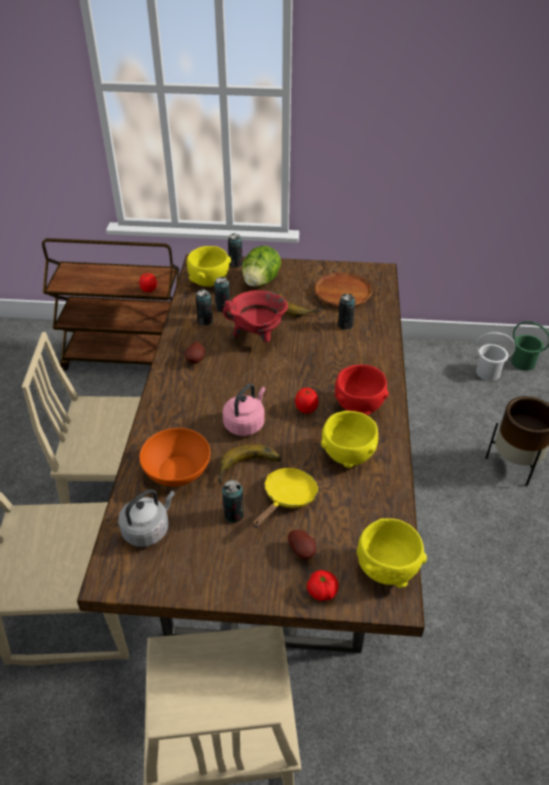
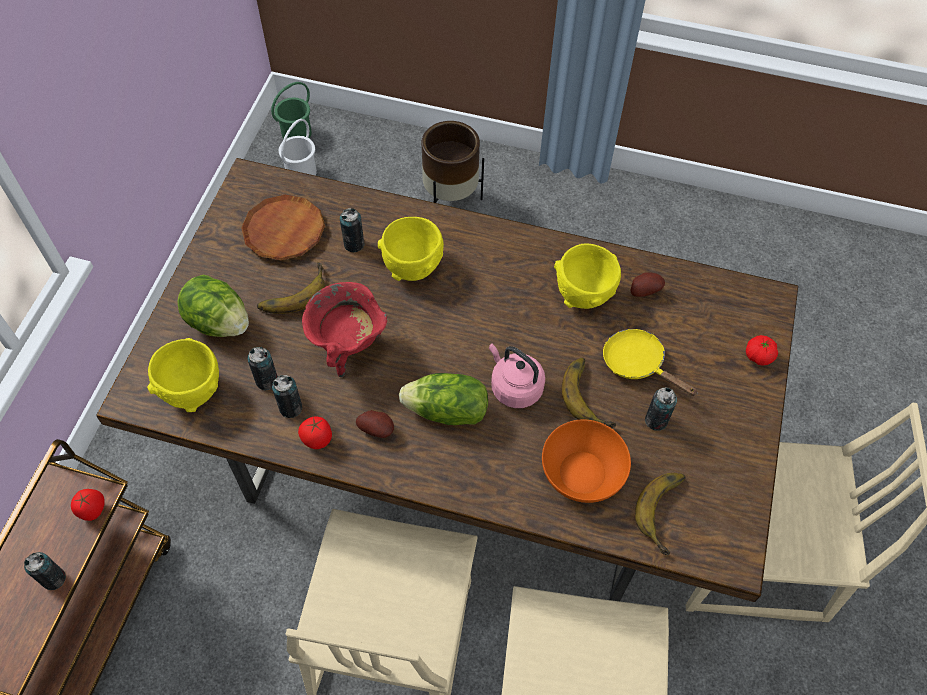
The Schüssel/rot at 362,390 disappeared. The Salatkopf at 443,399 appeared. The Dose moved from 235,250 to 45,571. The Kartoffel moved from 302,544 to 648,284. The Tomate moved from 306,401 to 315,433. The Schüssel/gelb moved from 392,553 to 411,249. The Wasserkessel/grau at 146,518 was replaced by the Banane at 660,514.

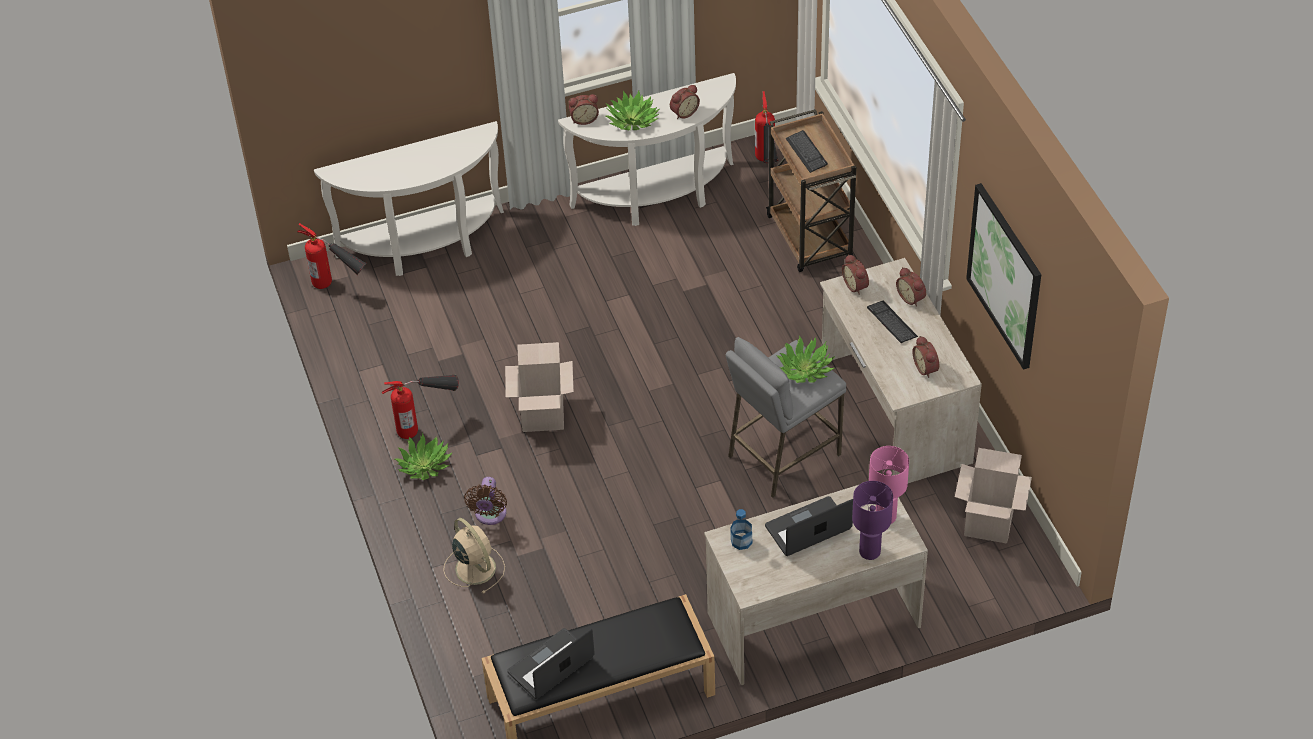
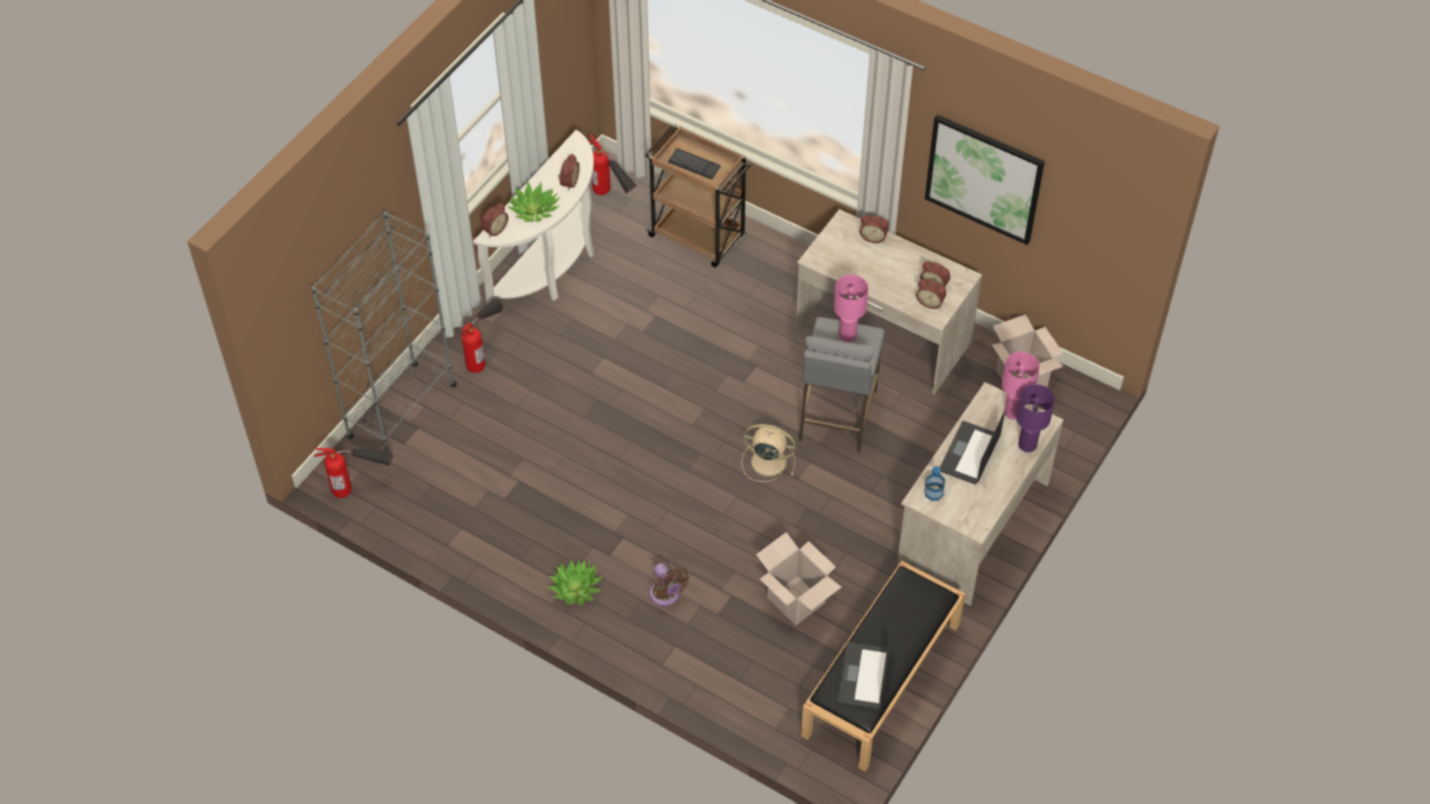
The Tastatur at 892,322 disappeared. The Feuerlöscher moved from 420,406 to 482,336. The Ventilator/beige moved from 474,556 to 769,453. The Karton moved from 539,387 to 799,579. The Wecker moved from 855,274 to 931,294. The Konsolentisch/weiß at 409,198 was replaced by the Bücherregal/grau at 384,334. The Topfpflanze at 805,359 was replaced by the Tischlampe/rosa at 851,308.

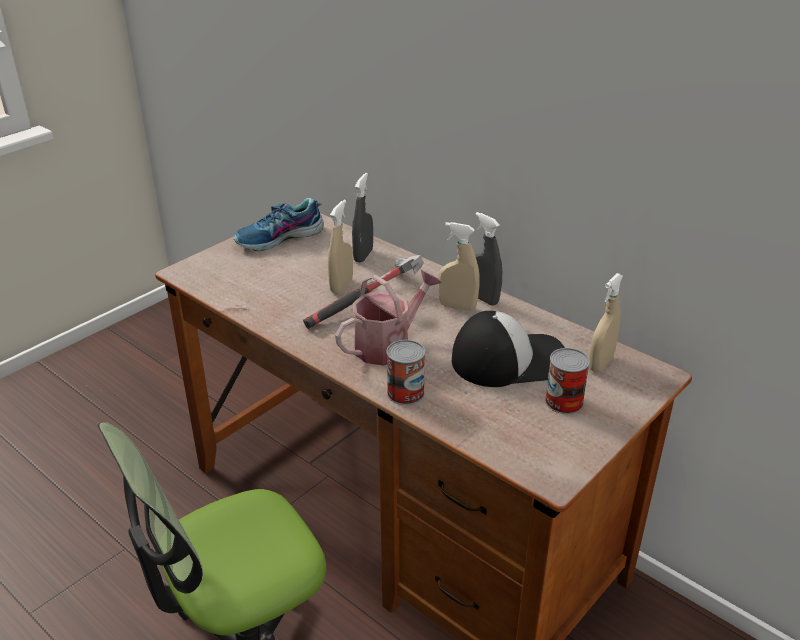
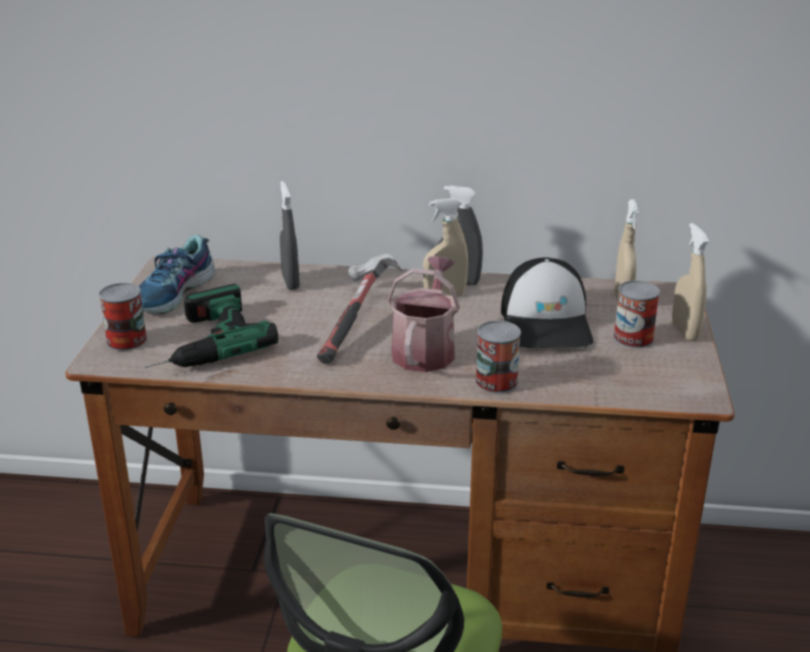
The Dose at 123,317 appeared. The Bohrmaschine at 211,325 appeared. The Sprühflasche/beige moved from 340,247 to 690,282. The Kappe at 508,349 turned 135 degrees clockwise.

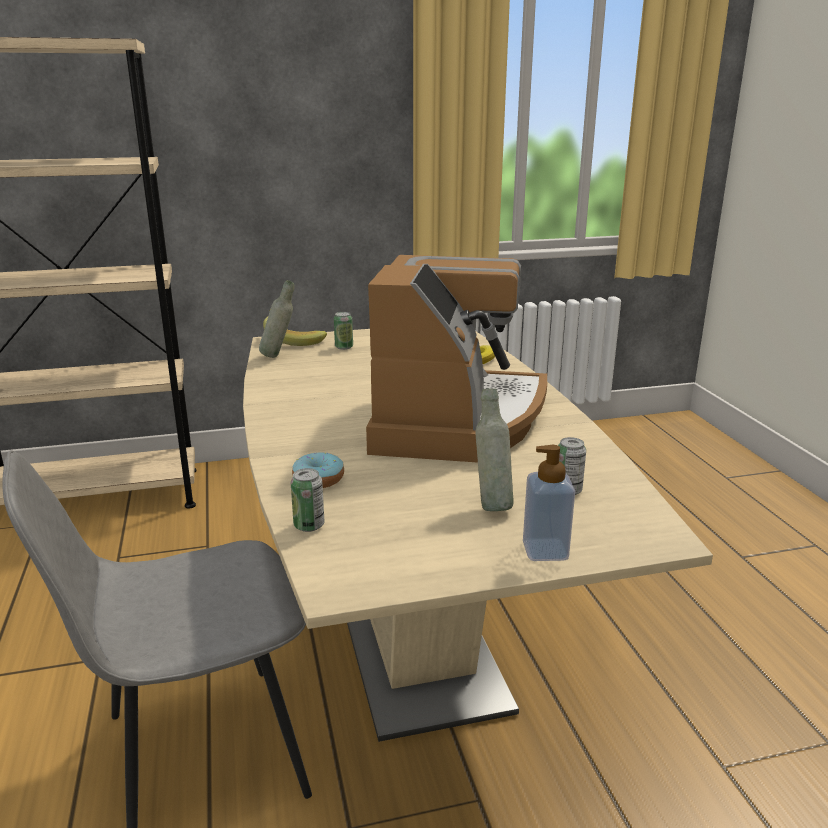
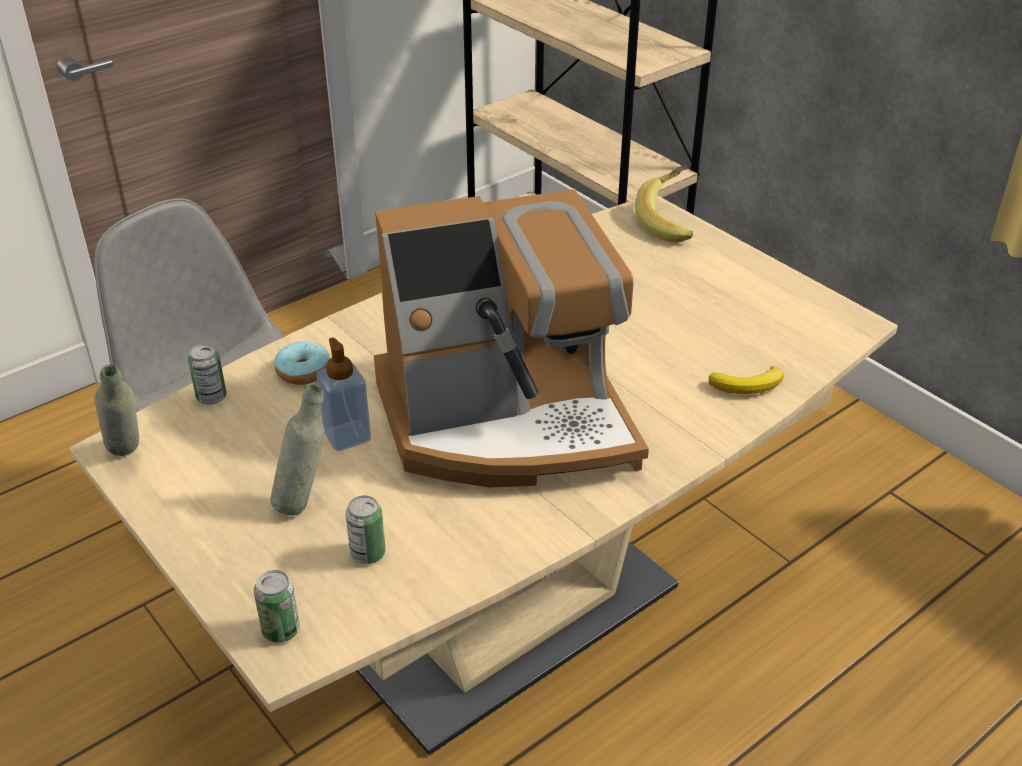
The Flasche/grau moved from 277,319 to 116,410. The Dose moved from 343,331 to 277,606. The Seifenspender moved from 549,503 to 343,394.

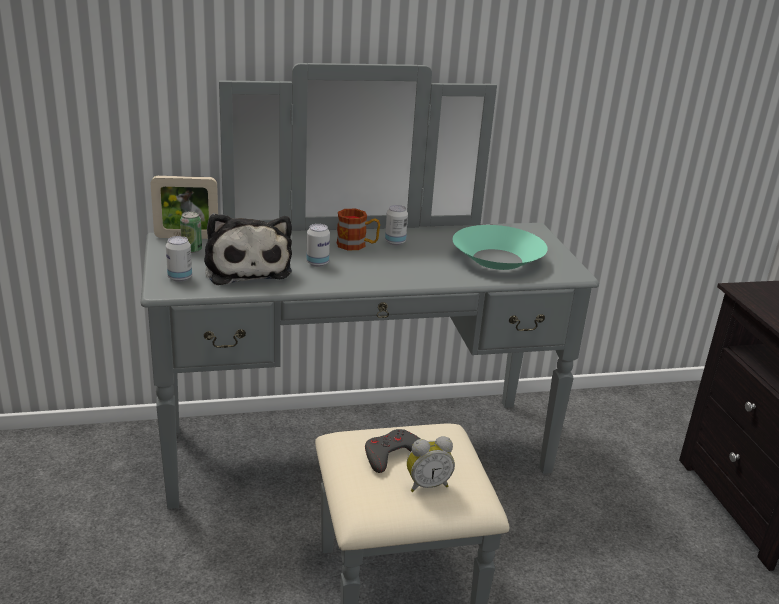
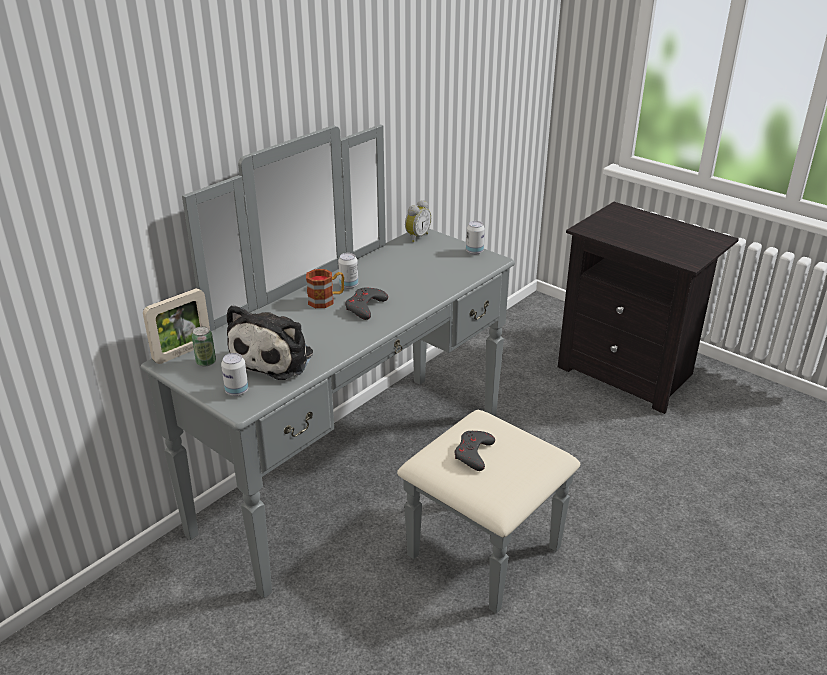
The Schüssel/türkis at 500,247 disappeared. The Gamepad/grau at 366,304 appeared. The Dose moved from 318,245 to 475,238. The Wecker moved from 431,464 to 418,221. The Plüschtier at 248,249 turned 75 degrees clockwise.

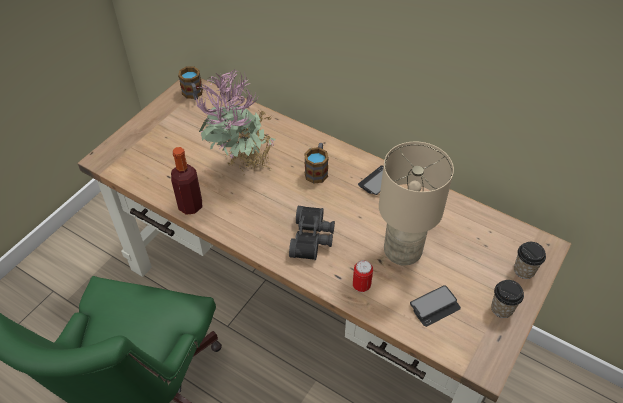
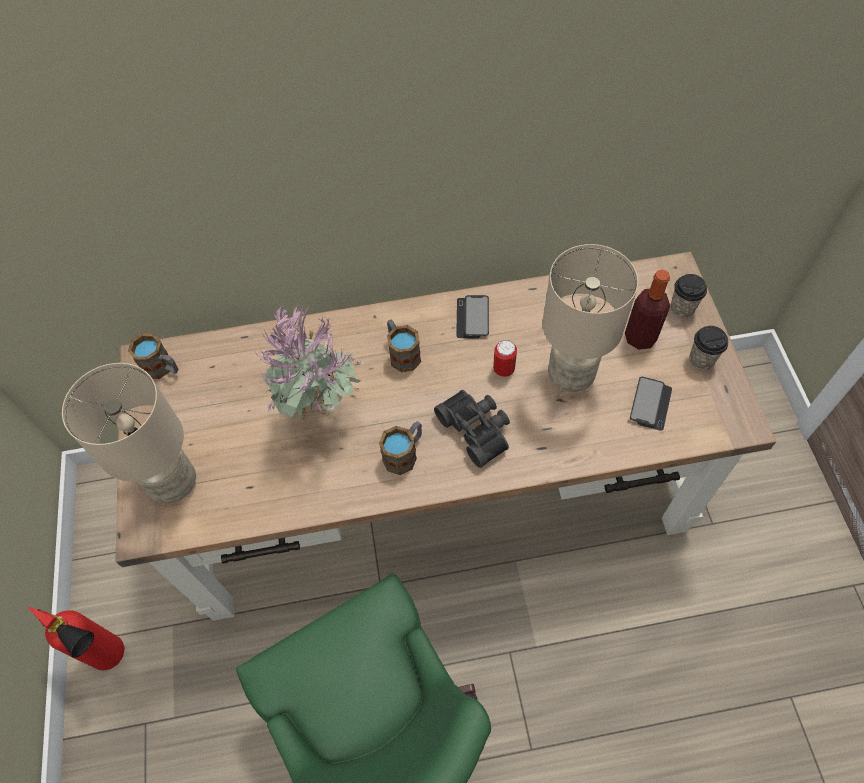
The Feuerlöscher at 76,638 appeared. The Tischlampe/beige at 129,433 appeared. The Henkelbecher at 400,448 appeared. The Flasche moved from 186,181 to 647,310. The Dose moved from 363,276 to 505,358.

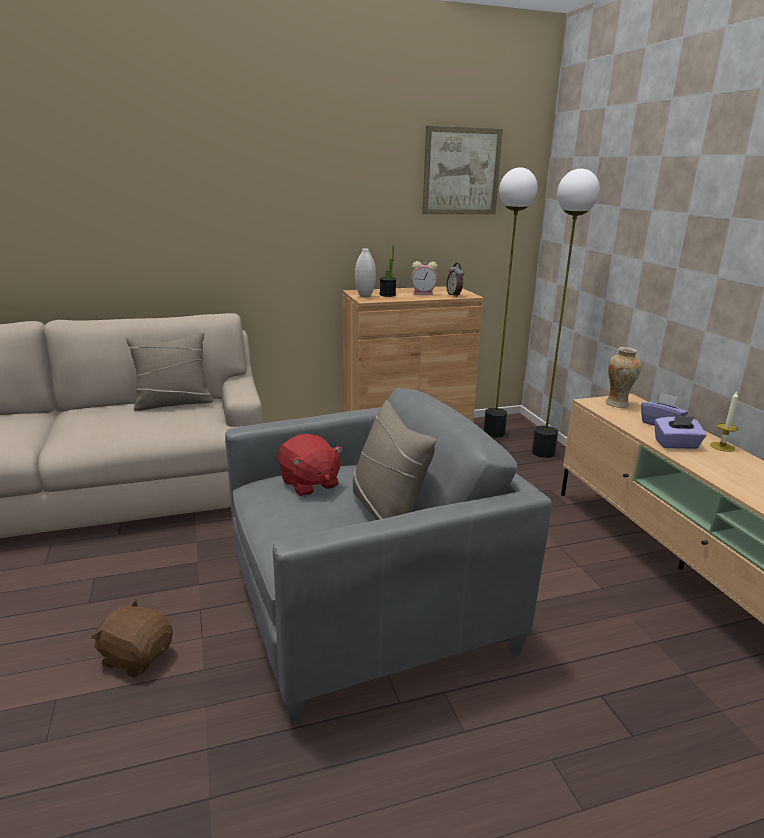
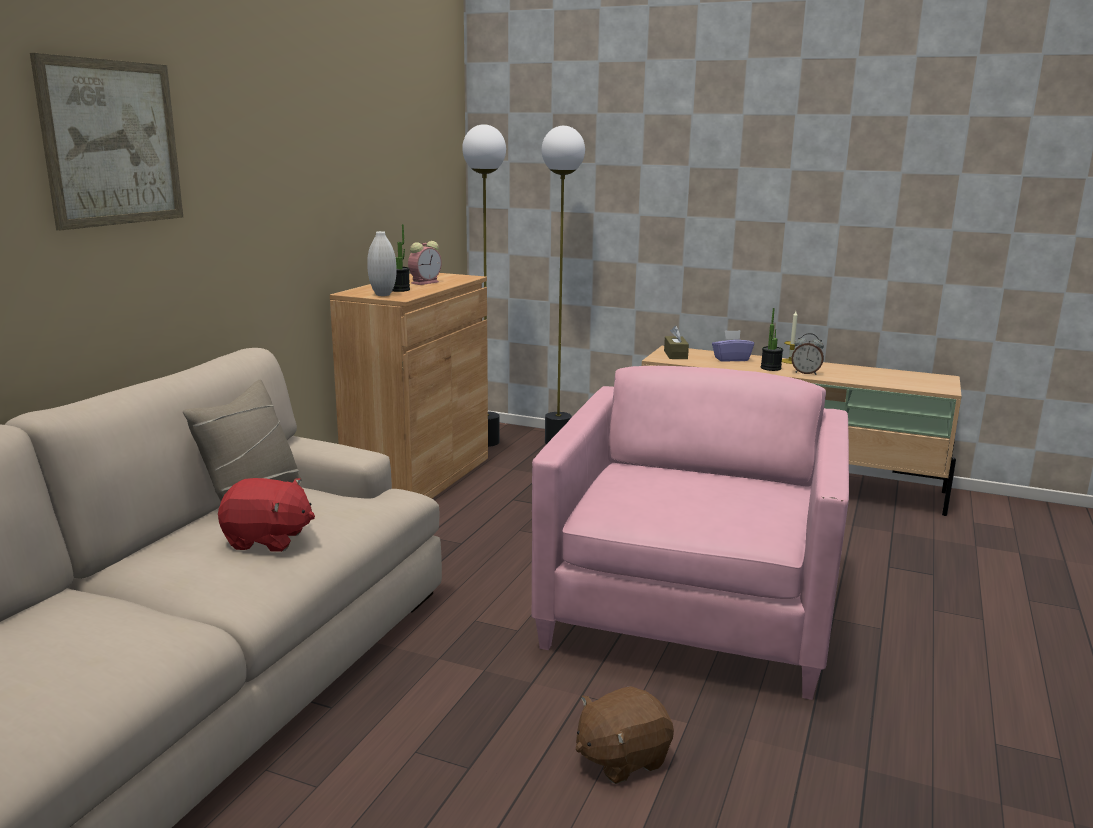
The Kissen/beige at 395,460 disappeared. The Plüschtier/rot moved from 310,465 to 266,515. The Bild moved from 462,170 to 106,141. The Wecker moved from 455,280 to 807,354. The Vase at 623,377 was replaced by the Taschentuchbox/braun at 676,342. The Taschentuchbox/lila at 680,432 was replaced by the Topfpflanze at 772,339. The Sessel/grau at 388,557 became the Sessel/rosa at 690,533.

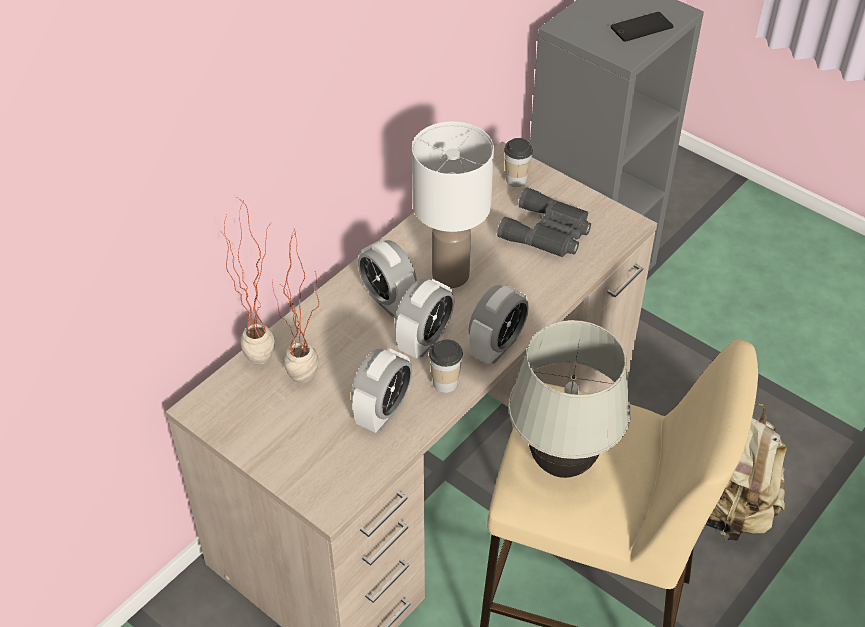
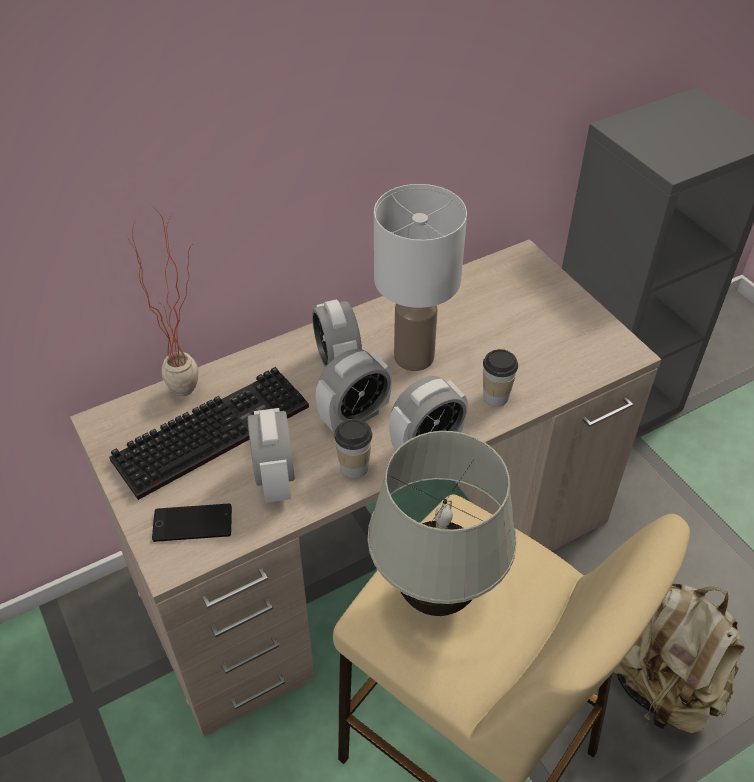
The Fernglas/grau at 544,222 disappeared. The Tasse moved from 518,162 to 500,378. The Handy moved from 642,27 to 192,523. The Topfpflanze at 295,306 was replaced by the Tastatur at 209,433. The Wecker at 381,390 turned 60 degrees counterclockwise.

